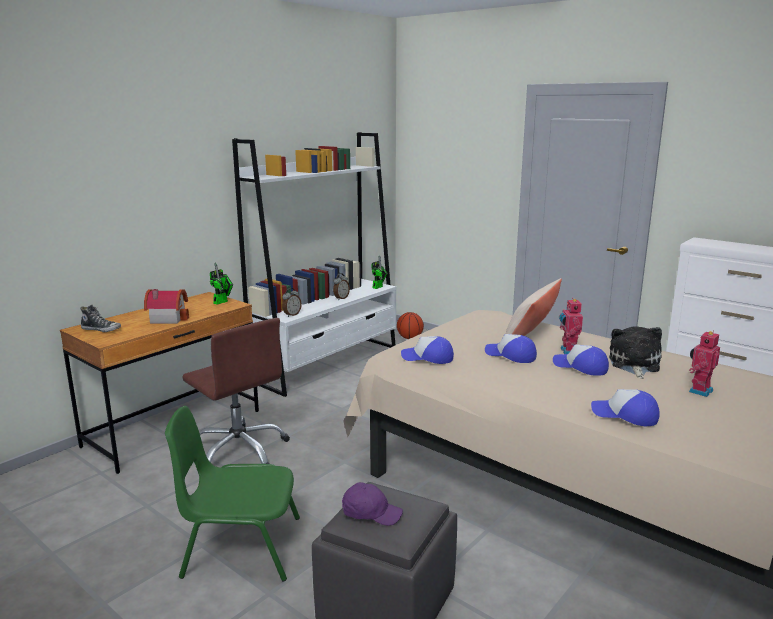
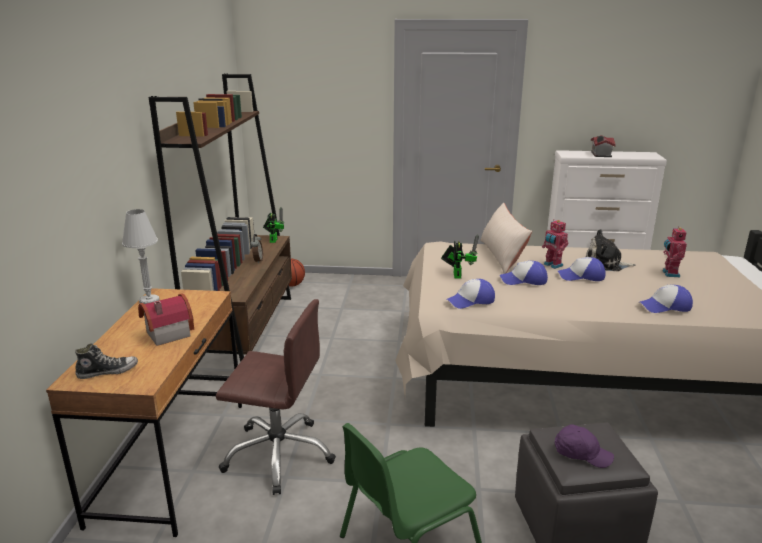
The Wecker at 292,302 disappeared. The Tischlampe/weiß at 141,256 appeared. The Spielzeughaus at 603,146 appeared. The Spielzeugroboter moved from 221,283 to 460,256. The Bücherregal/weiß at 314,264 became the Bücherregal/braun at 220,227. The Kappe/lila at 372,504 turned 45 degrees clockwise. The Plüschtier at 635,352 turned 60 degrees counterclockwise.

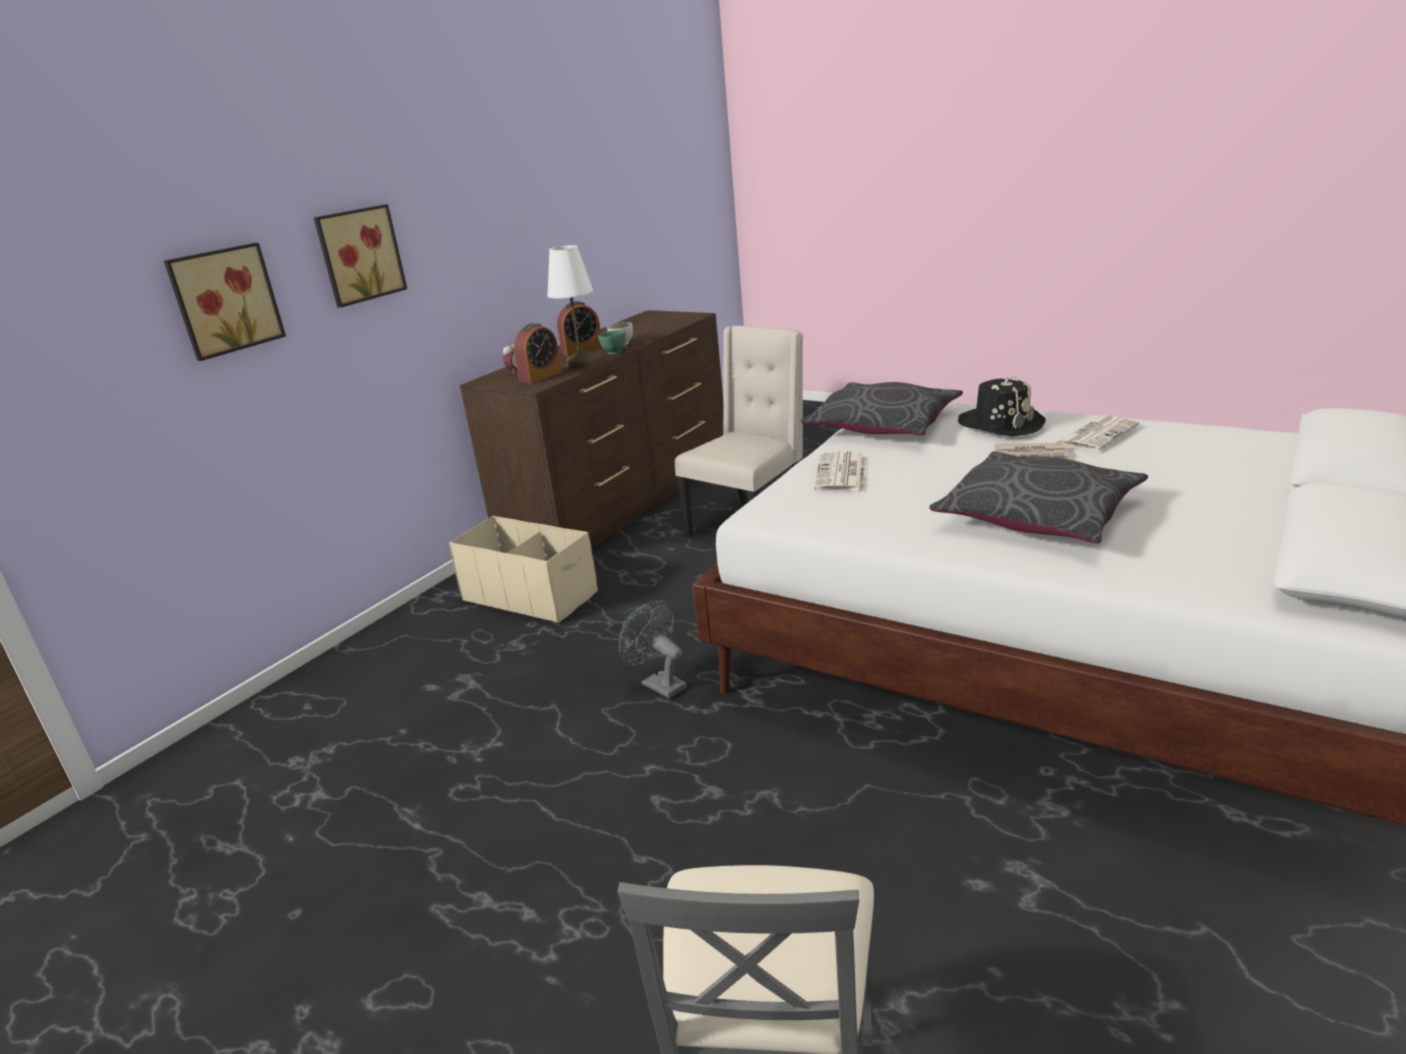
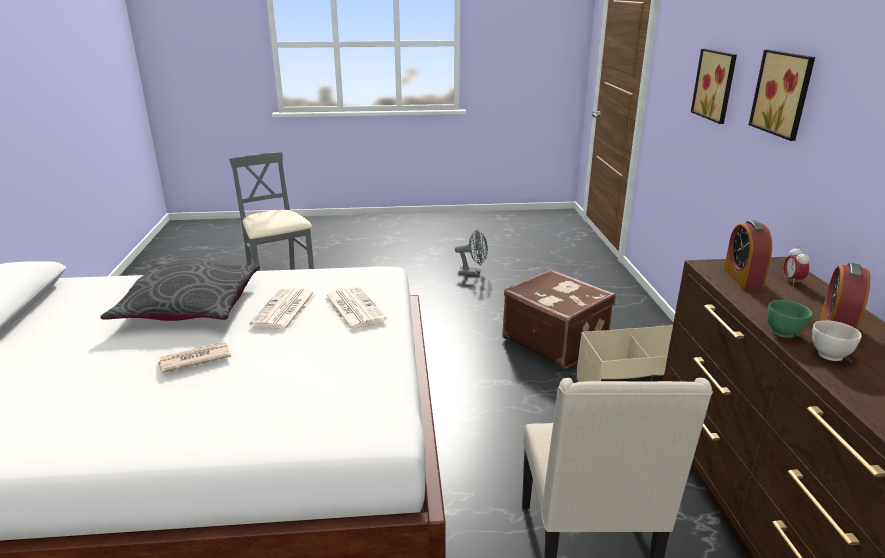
The Tischlampe/weiß at 571,306 disappeared. The Kissen/grau at 882,408 disappeared. The Hut/schwarz at 1002,406 disappeared. The Koffer/braun at 559,319 appeared. The Ventilator/grau moved from 653,649 to 471,252. The Zeitung moved from 1097,433 to 283,309.

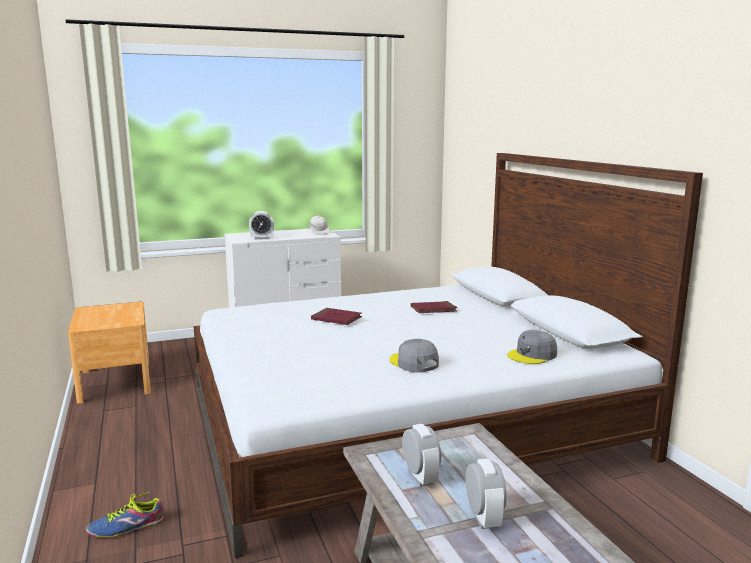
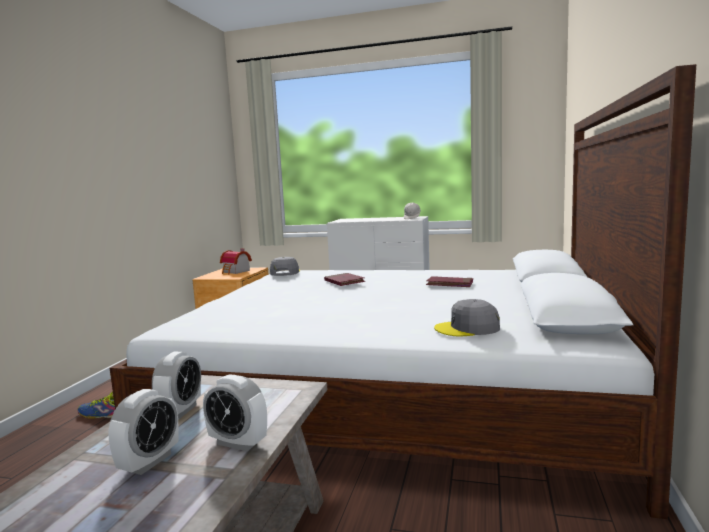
The Spielzeughaus at 236,261 appeared. The Wecker moved from 261,225 to 235,412. The Kappe/grau moved from 414,355 to 285,266.

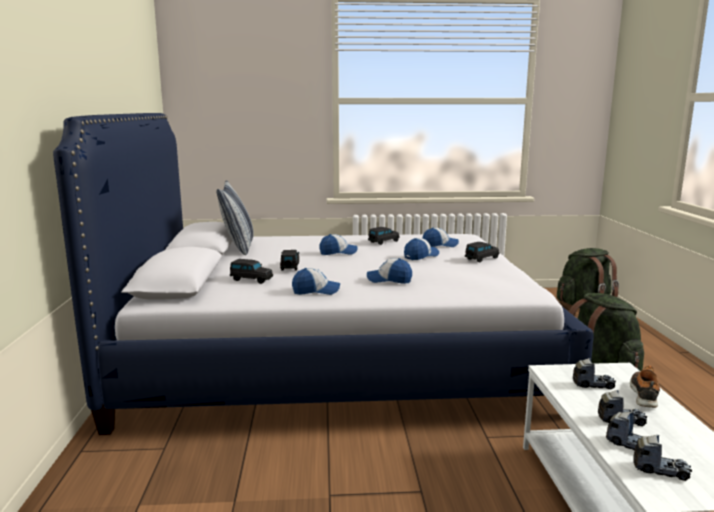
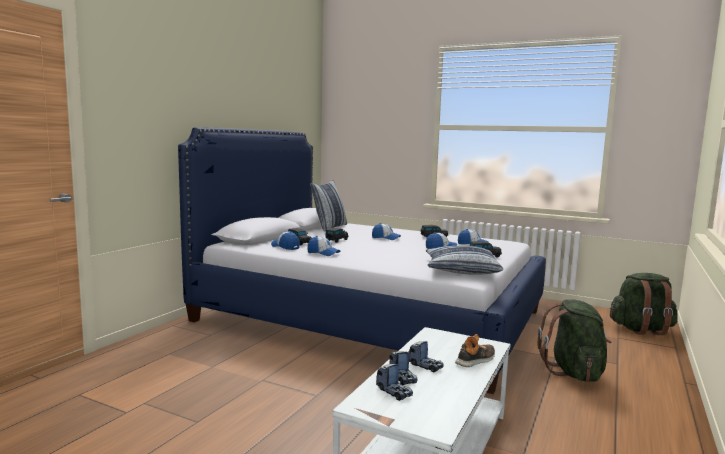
The Spielzeuglaster at 594,373 disappeared. The Kissen at 464,260 appeared. The Kappe moved from 389,271 to 285,241.

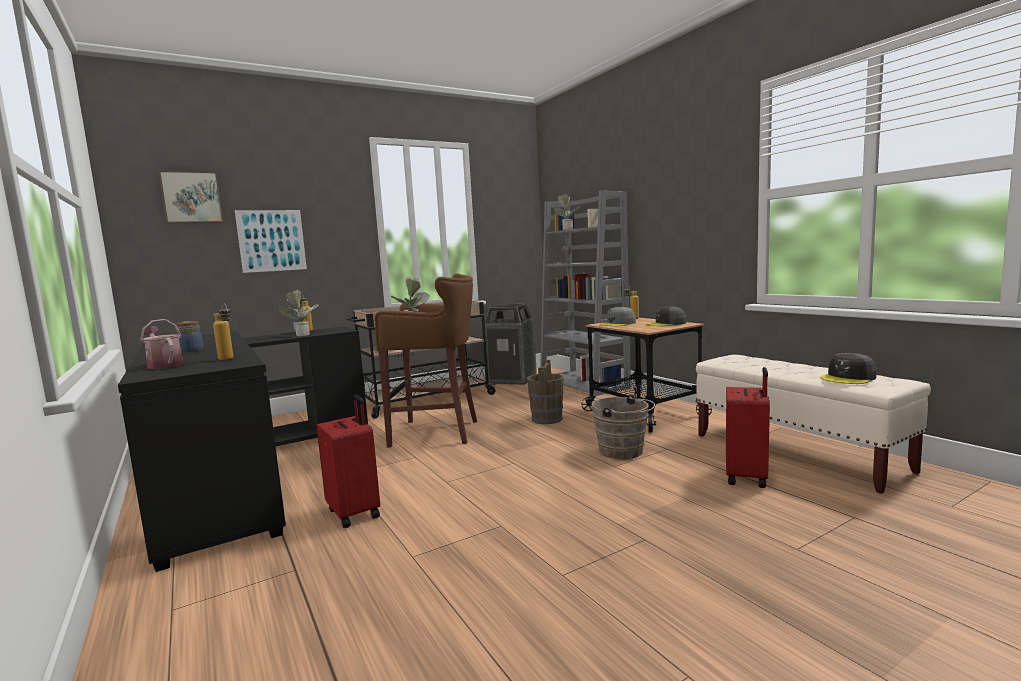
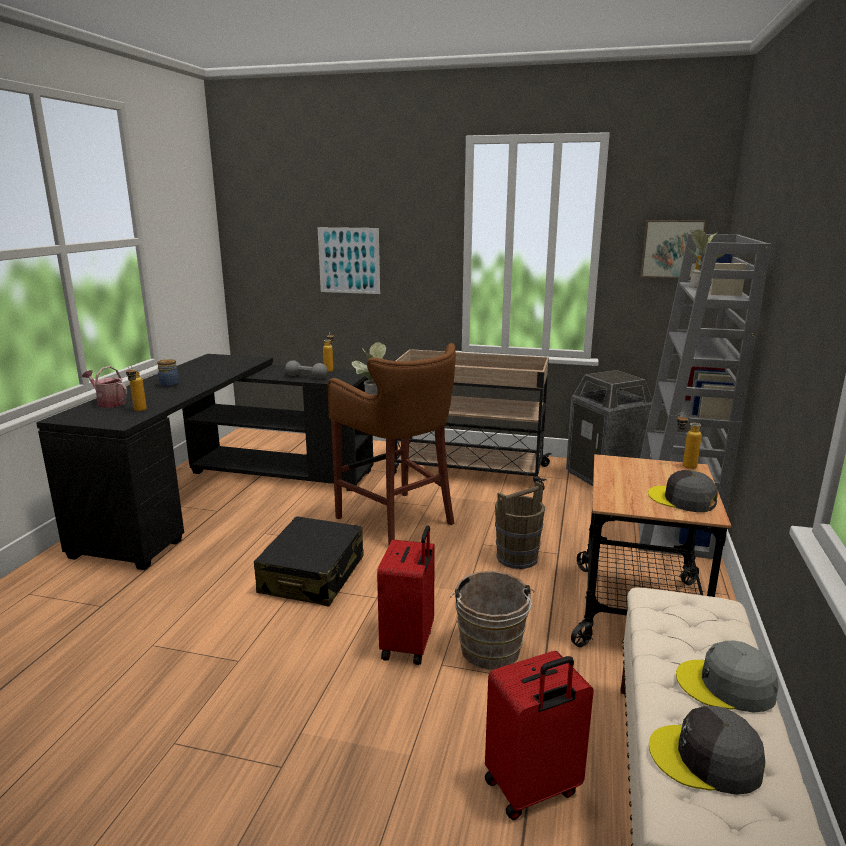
The Koffer/schwarz at 309,561 appeared. The Bild moved from 190,196 to 673,249. The Koffer/rot moved from 348,461 to 406,595. The Kappe/grau moved from 618,316 to 727,677. The Topfpflanze at 299,313 was replaced by the Hantel/grau at 306,369. The Gießkanne at 162,344 turned 60 degrees counterclockwise.

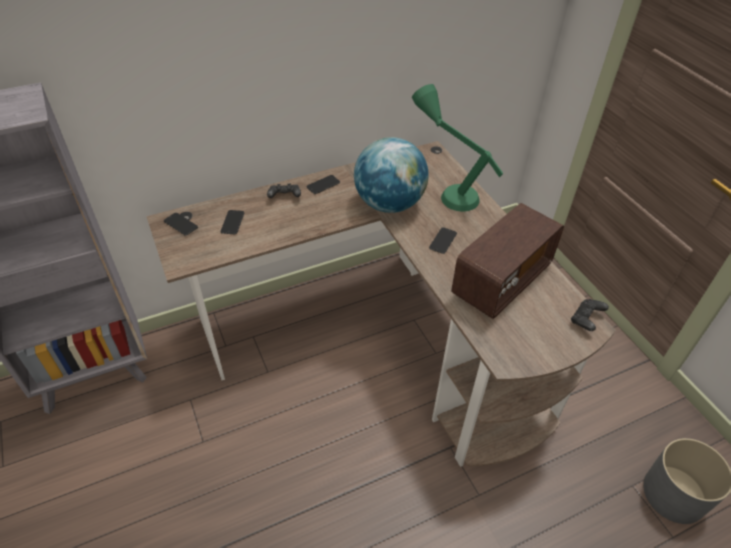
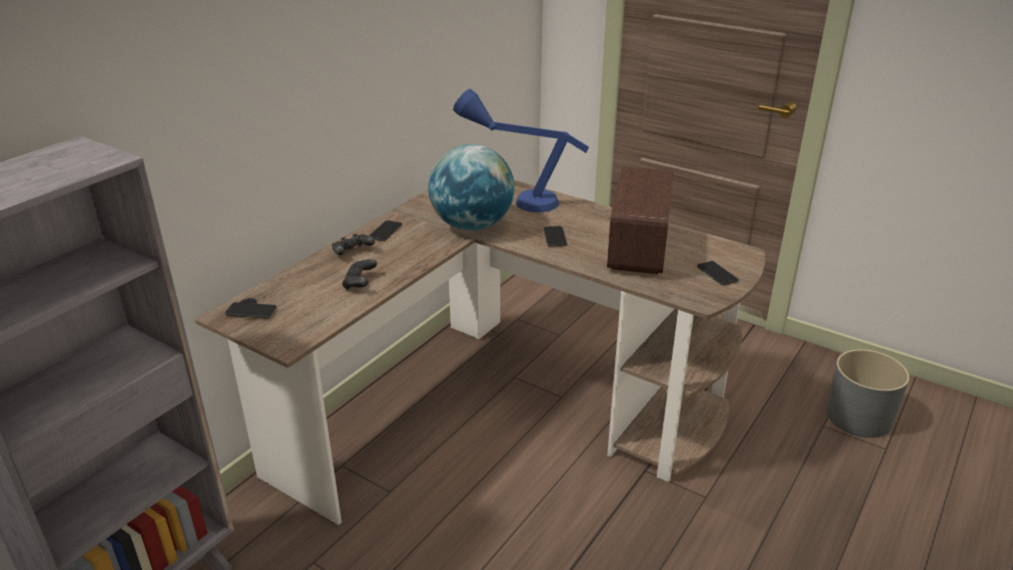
The Handy moved from 232,222 to 718,273. The Gamepad/schwarz moved from 590,315 to 359,274. The Tischlampe/grün at 457,147 became the Tischlampe/blau at 521,150.

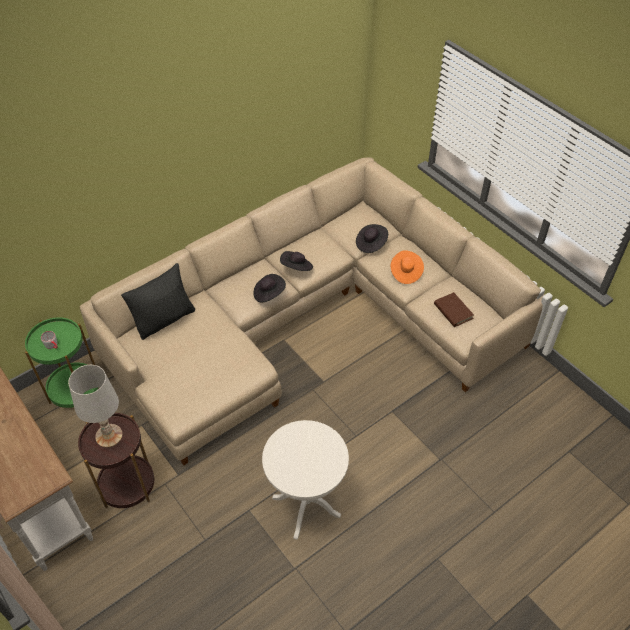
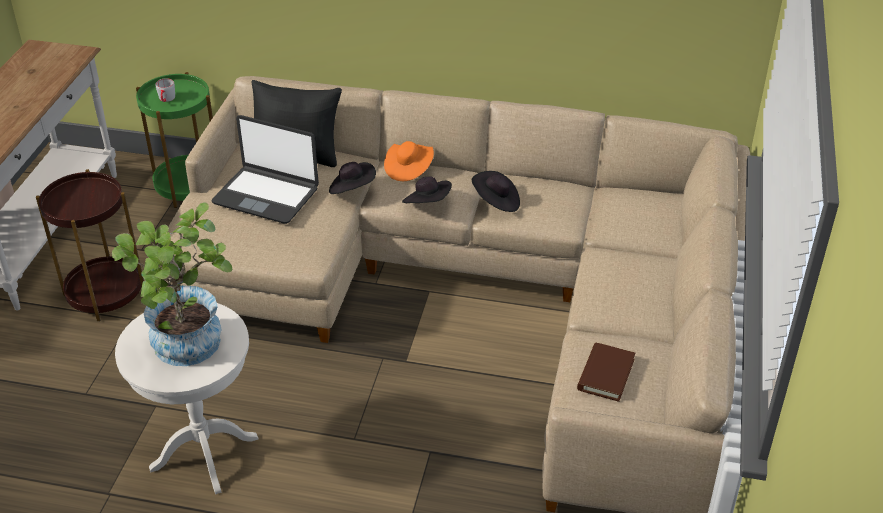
The Tischlampe/weiß at 95,406 disappeared. The Topfpflanze at 172,284 appeared. The Laptop at 265,169 appeared. The Hut/schwarz moved from 372,238 to 352,178. The Hut/orange moved from 407,267 to 409,161.

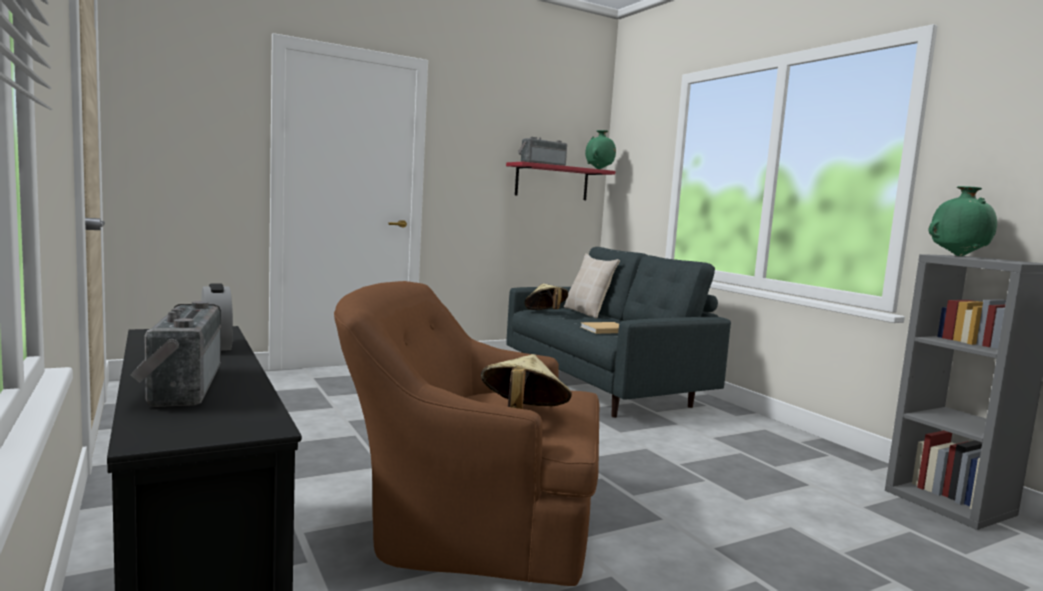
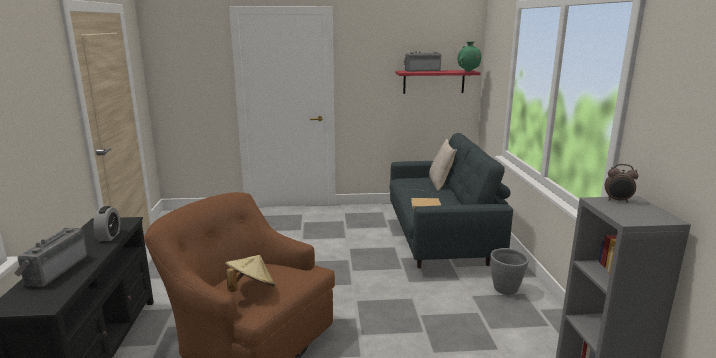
The Hut/beige at 546,297 disappeared. The Pflanzkübel/grau at 509,271 appeared. The Vase/grün at 963,221 was replaced by the Wecker at 622,183.

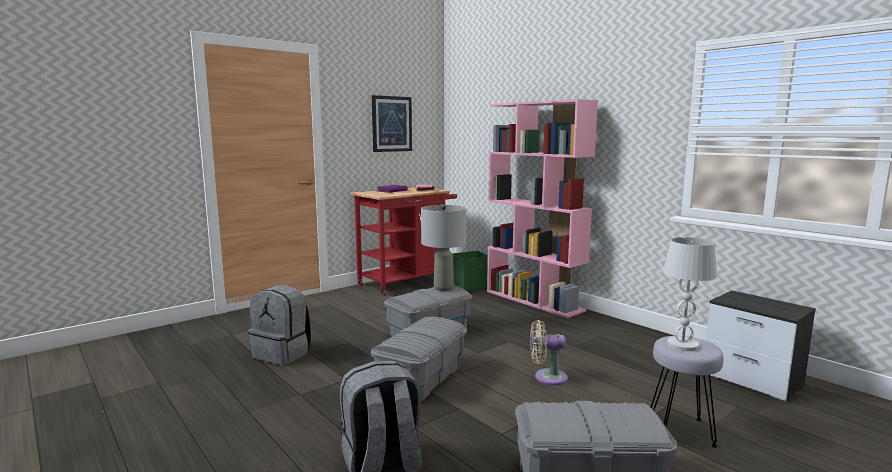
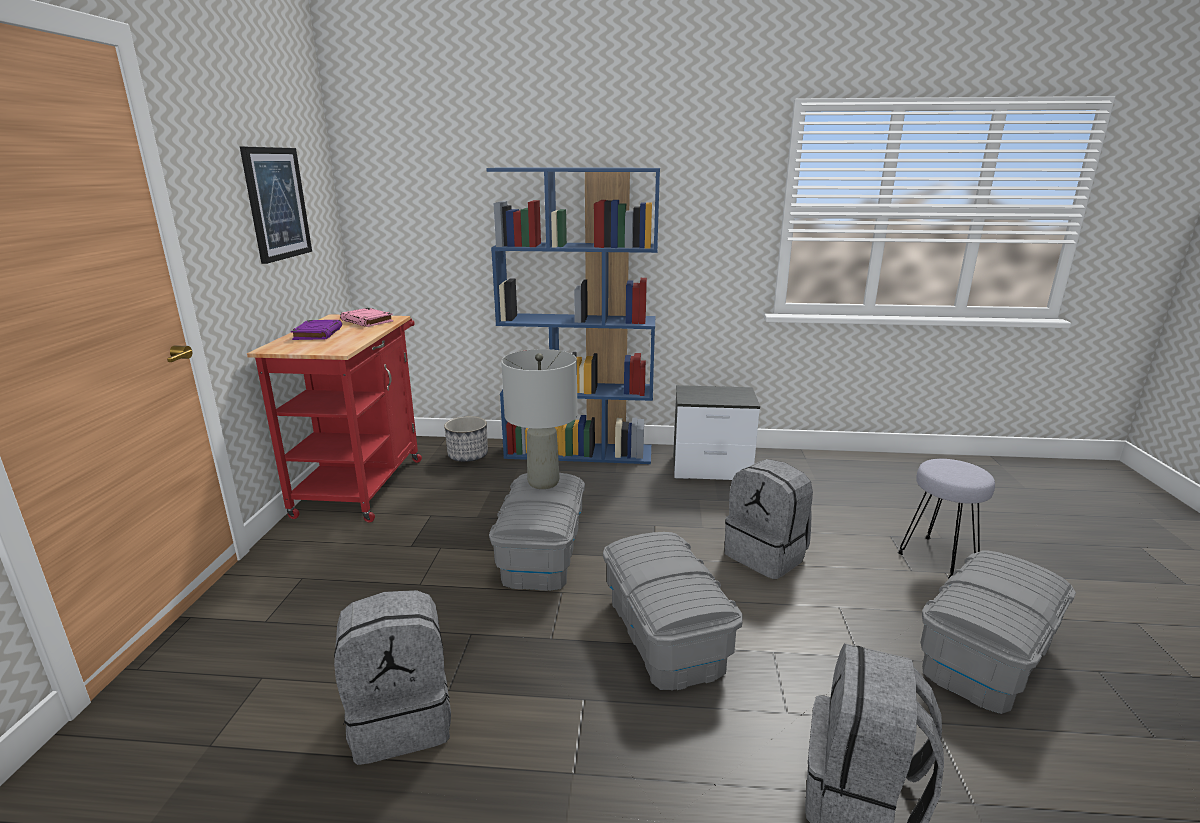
The Tischlampe/weiß at 690,294 disappeared. The Nachttisch moved from 761,346 to 716,432. The Aufbewahrungsbox/grün at 470,271 was replaced by the Pflanzkübel at 466,439. The Ventilator/beige at 549,352 was replaced by the Rucksack/grau at 769,519. The Bücherregal/rosa at 542,208 became the Bücherregal/blau at 573,315.

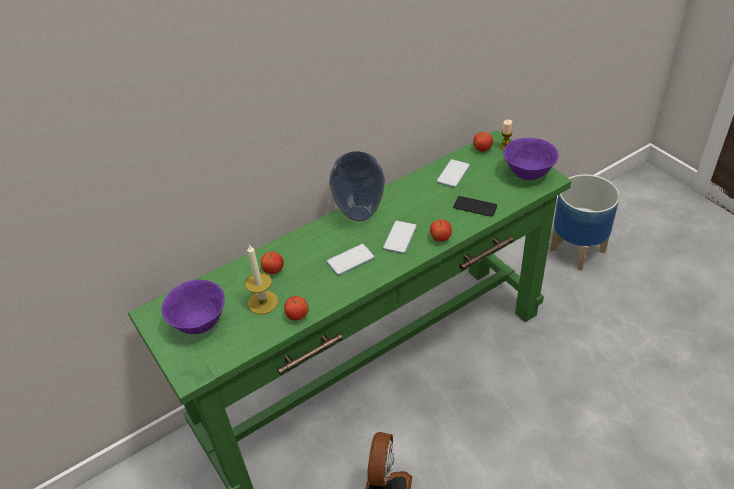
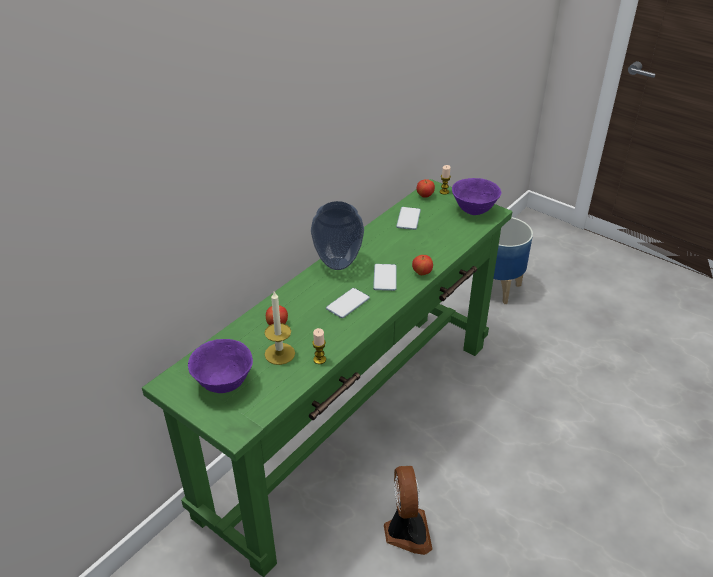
The Handy at 475,206 disappeared. The Apfel at 296,308 was replaced by the Kerze at 319,346.

